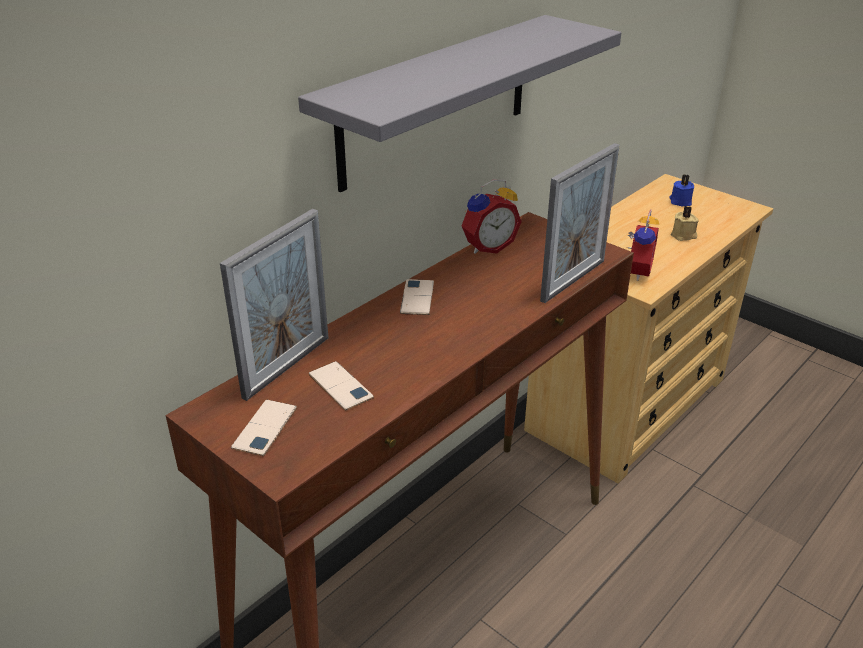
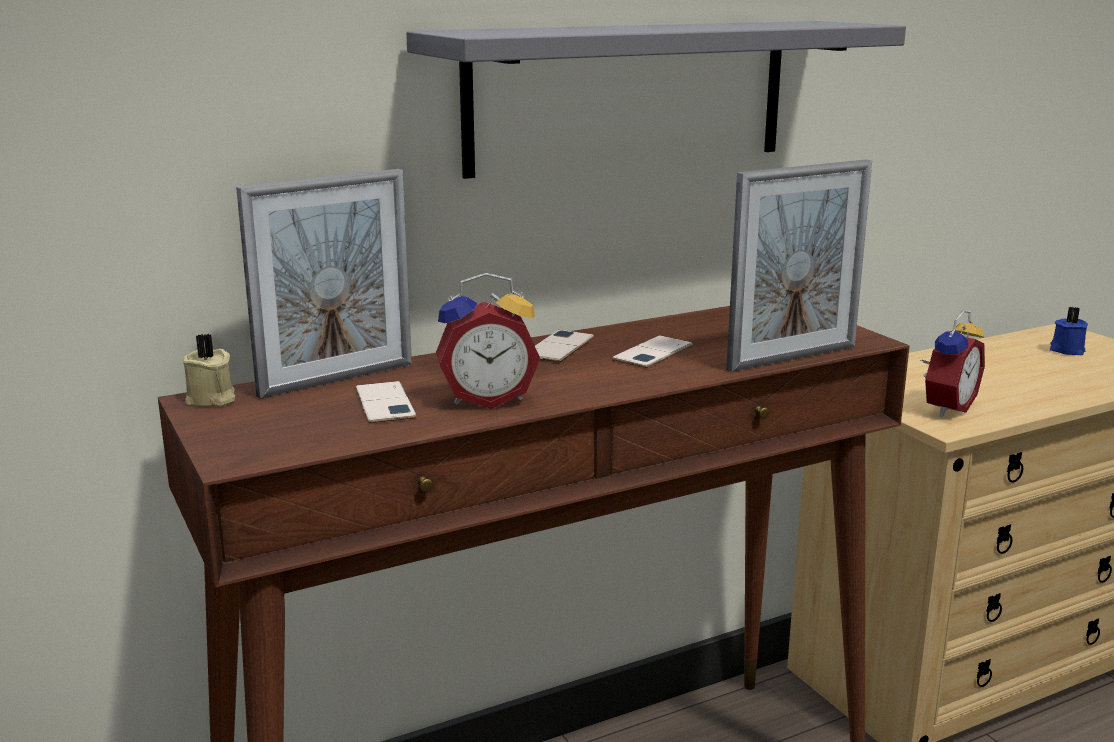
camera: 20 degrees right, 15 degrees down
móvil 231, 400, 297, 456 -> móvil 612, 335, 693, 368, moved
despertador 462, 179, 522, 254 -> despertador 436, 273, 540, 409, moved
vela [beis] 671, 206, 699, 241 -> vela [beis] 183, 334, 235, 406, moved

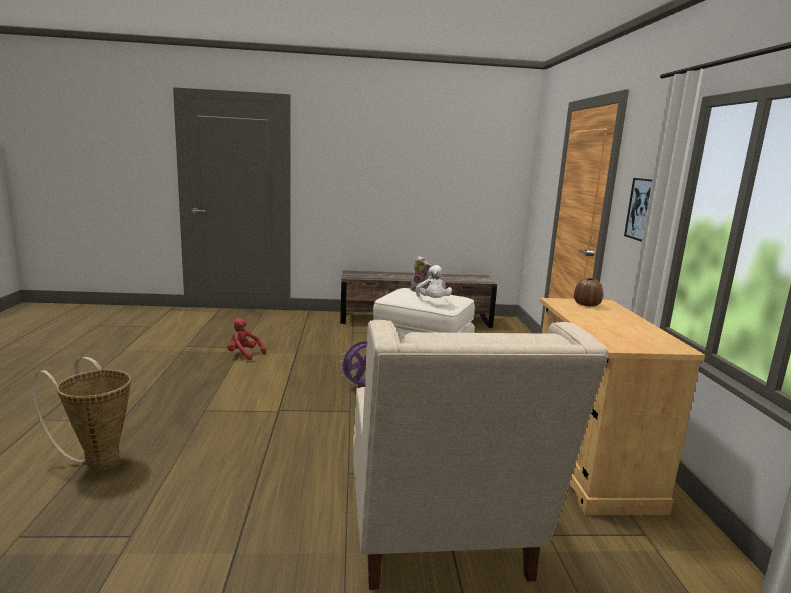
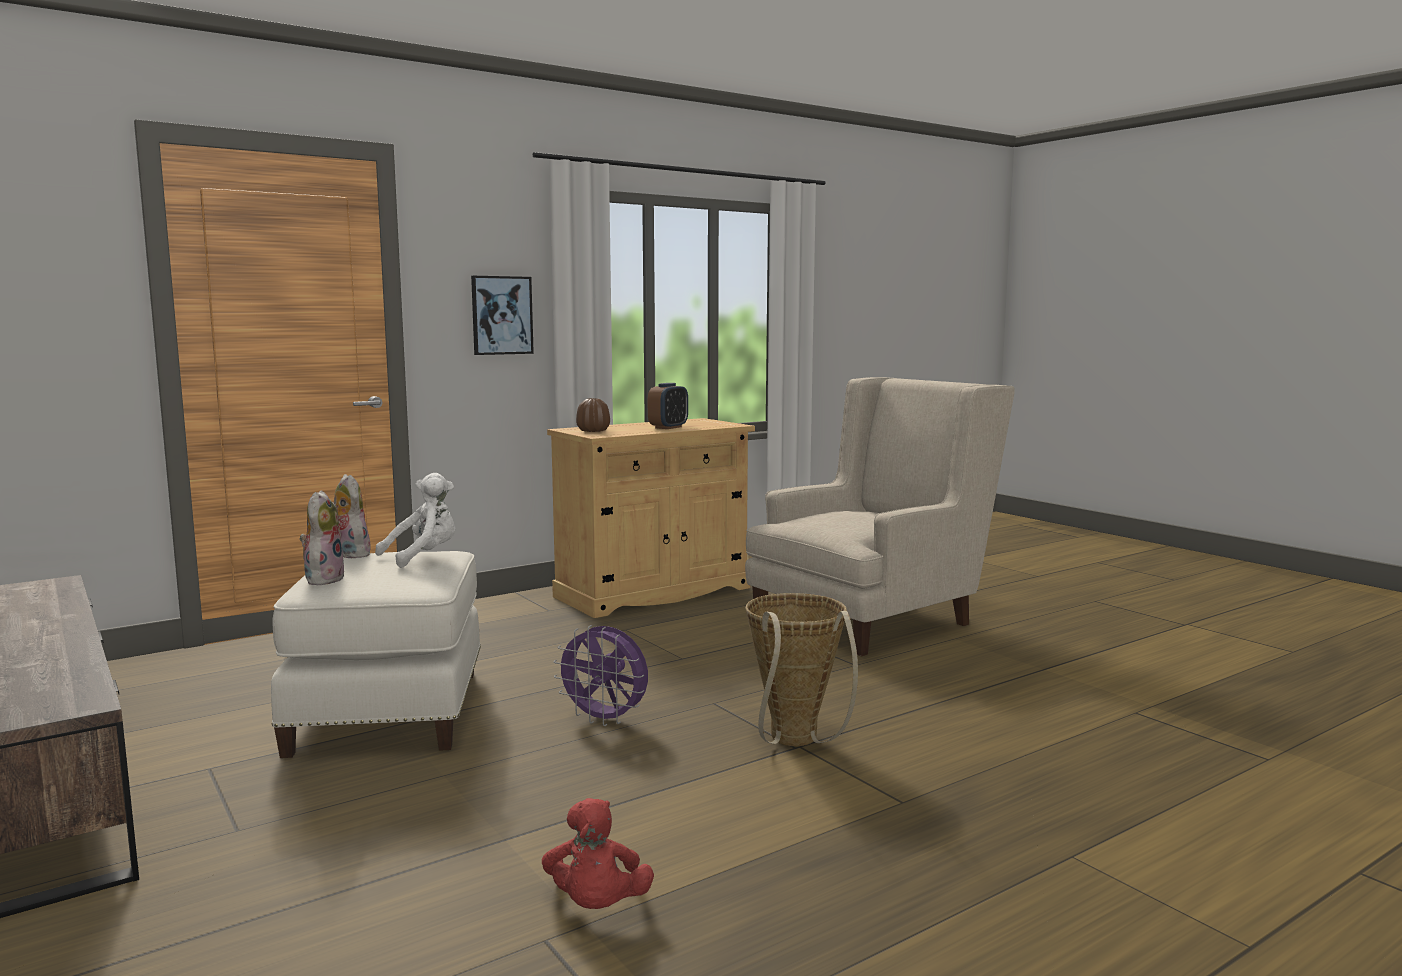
camera: 120 degrees left, 5 degrees down
cesta 32, 357, 131, 469 -> cesta 746, 593, 858, 746, moved
none -> peluche 334, 474, 371, 558
none -> despertador 648, 383, 688, 429

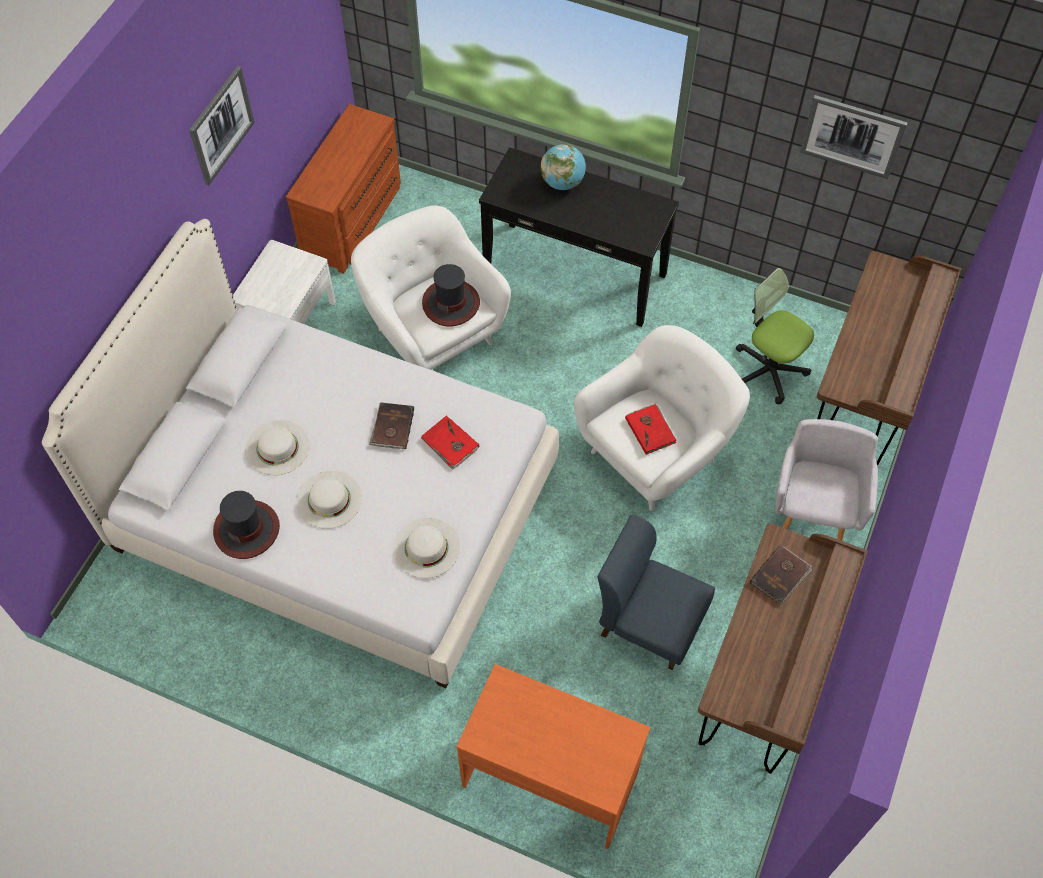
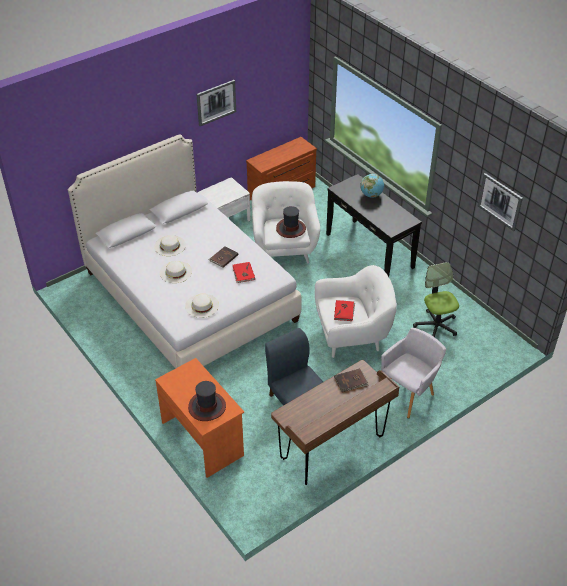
camera: 30 degrees right, 15 degrees down
sombrero 213, 491, 280, 559 -> sombrero 188, 381, 226, 421, moved
escritorio [marrón] 817, 251, 962, 466 -> none

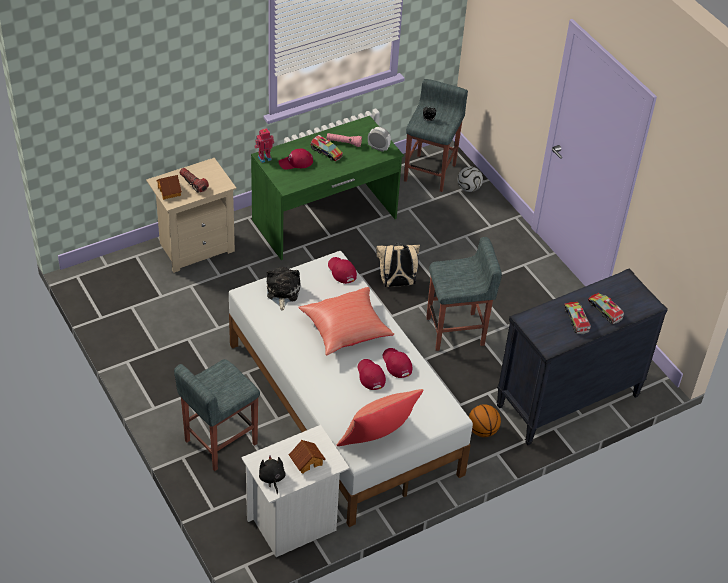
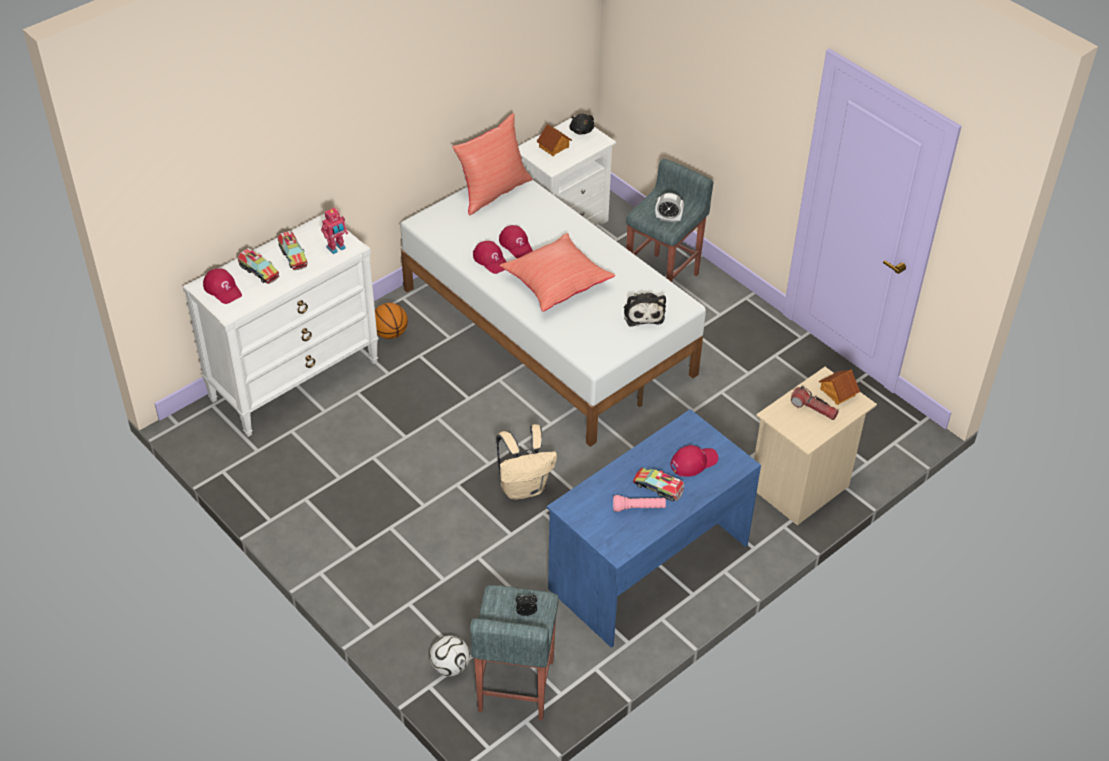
camera: 170 degrees right, 0 degrees up
escritorio [verde] 251, 116, 404, 260 -> escritorio [azul] 547, 409, 761, 648
robot de juguete 255, 128, 274, 163 -> robot de juguete 321, 208, 348, 254, moved
gorra [rojo] 328, 257, 357, 284 -> gorra [rojo] 203, 268, 242, 304, moved
despertador 368, 127, 391, 152 -> despertador 655, 193, 684, 223, moved
taburete [gris] 426, 237, 502, 351 -> none
cómoda [negro] 496, 268, 668, 445 -> cómoda [blanco] 183, 213, 379, 437

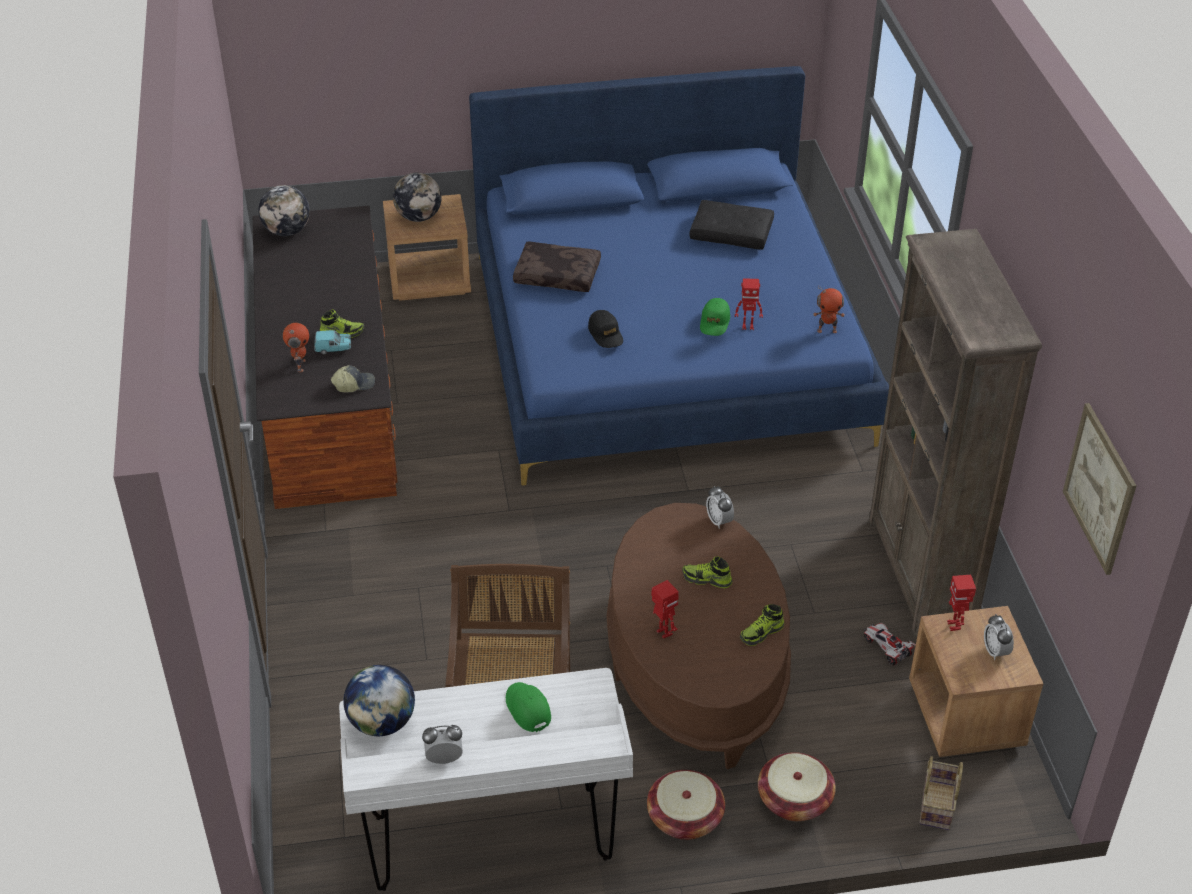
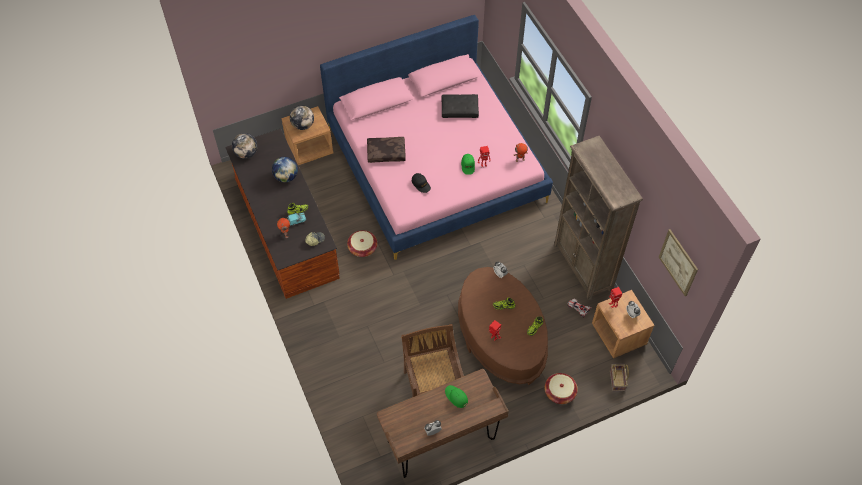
camera: 15 degrees left, 15 degrees up
escritorio [blanco] 339, 668, 633, 891 -> escritorio [marrón] 377, 369, 509, 478
globo terráqueo 343, 665, 415, 736 -> globo terráqueo 272, 157, 298, 182, moved
cama [azul] 469, 66, 889, 485 -> cama [rosa] 320, 15, 553, 260
cesta 647, 770, 725, 840 -> cesta 347, 230, 377, 257, moved

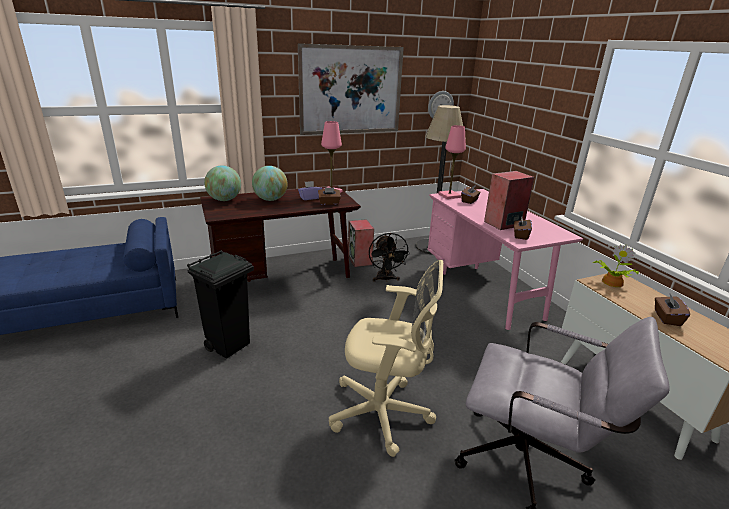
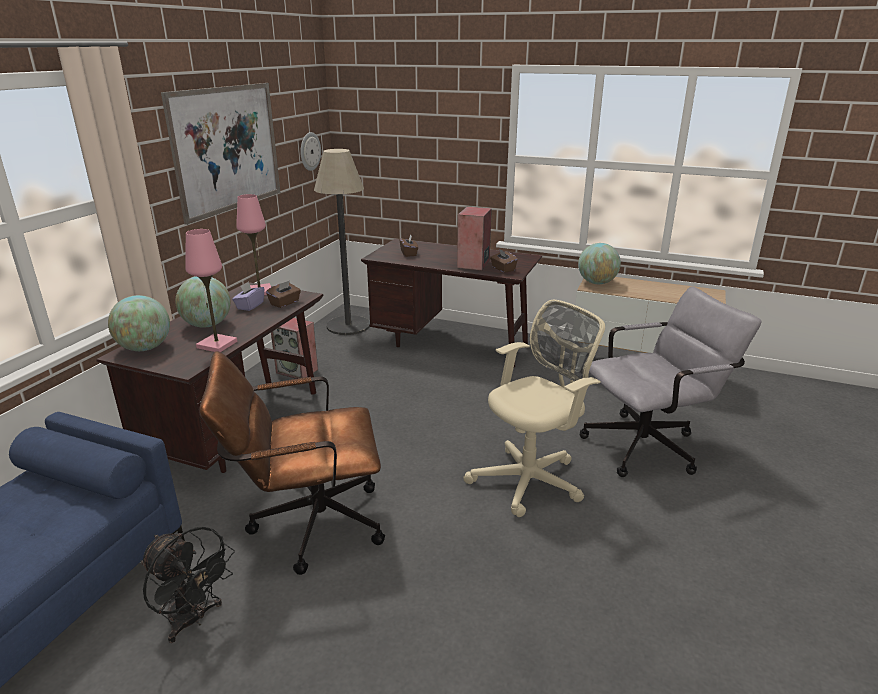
camera: 45 degrees left, 0 degrees up
papelera [negro] 187, 250, 254, 359 -> silla de oficina [marrón] 199, 351, 385, 575
ventilador [negro] 369, 233, 410, 282 -> ventilador [negro] 140, 527, 235, 643, moved
escritorio [rosa] 428, 189, 583, 330 -> escritorio [marrón] 361, 239, 542, 367
lámpara de mesa [rosa] 438, 125, 466, 199 -> lámpara de mesa [rosa] 185, 229, 237, 352, moved
planta en maceta 593, 245, 639, 287 -> globo terráqueo 578, 243, 621, 284
caja de pañuelos [marrón] 655, 294, 690, 326 -> none

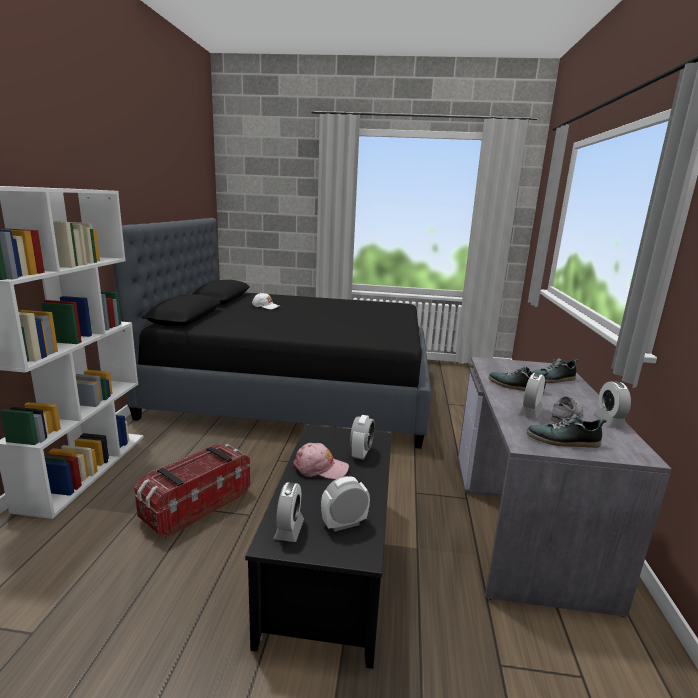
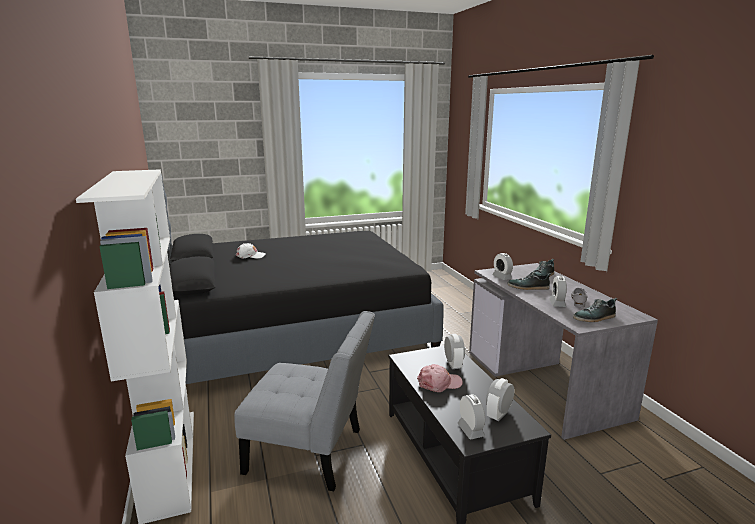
camera: 25 degrees left, 0 degrees up
caja de almacenaje 134, 444, 250, 538 -> silla [gris] 234, 311, 375, 491
despertador 594, 381, 631, 427 -> despertador 493, 253, 513, 280, moved

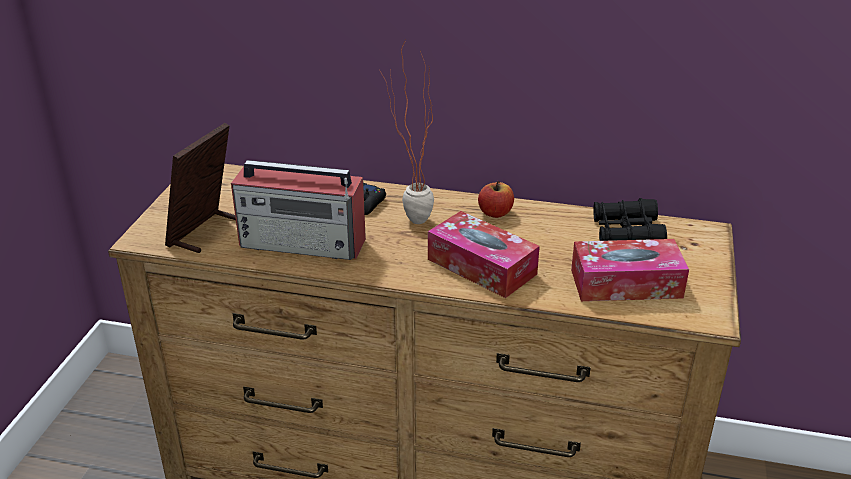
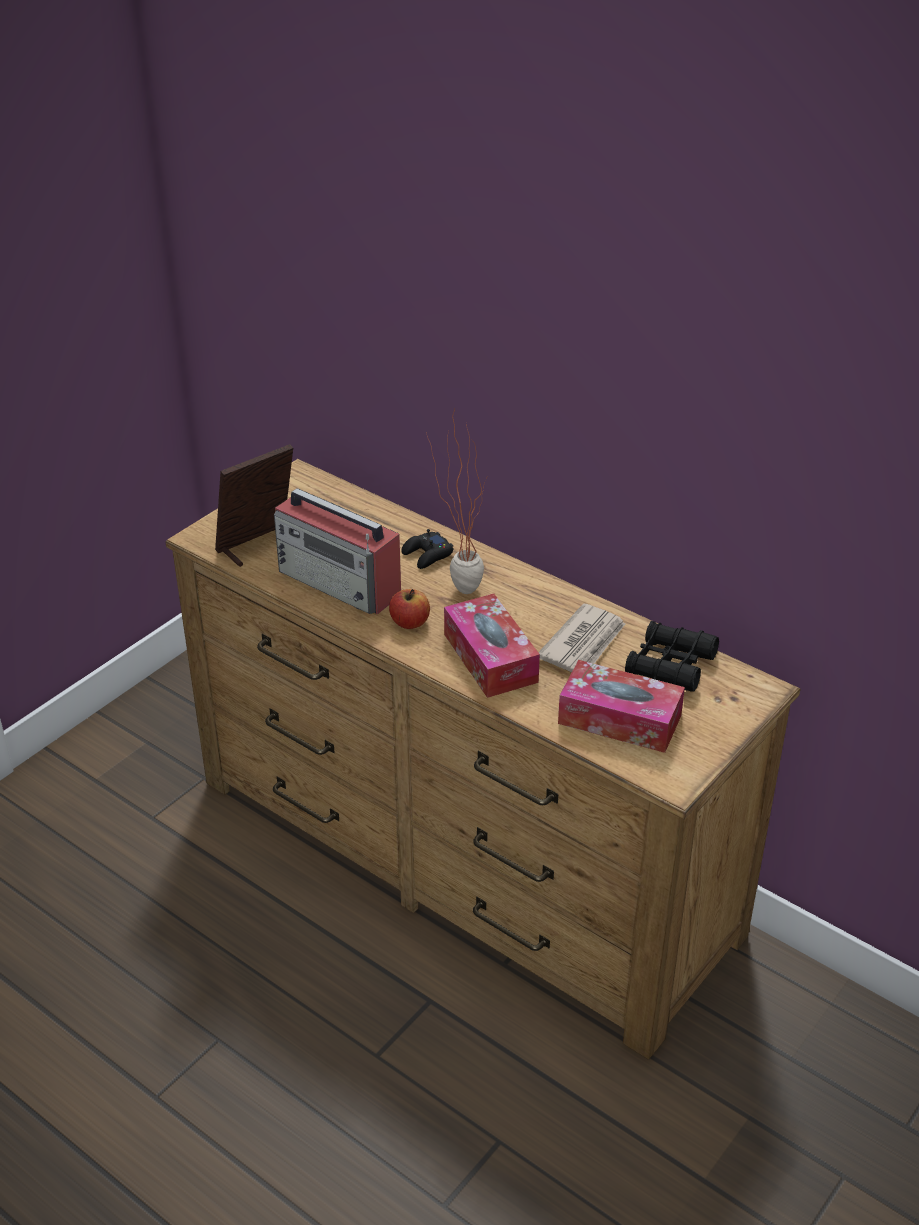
camera: 25 degrees right, 5 degrees up
manzana 478, 181, 514, 218 -> manzana 389, 589, 430, 629, moved
none -> periódico 538, 603, 625, 672

